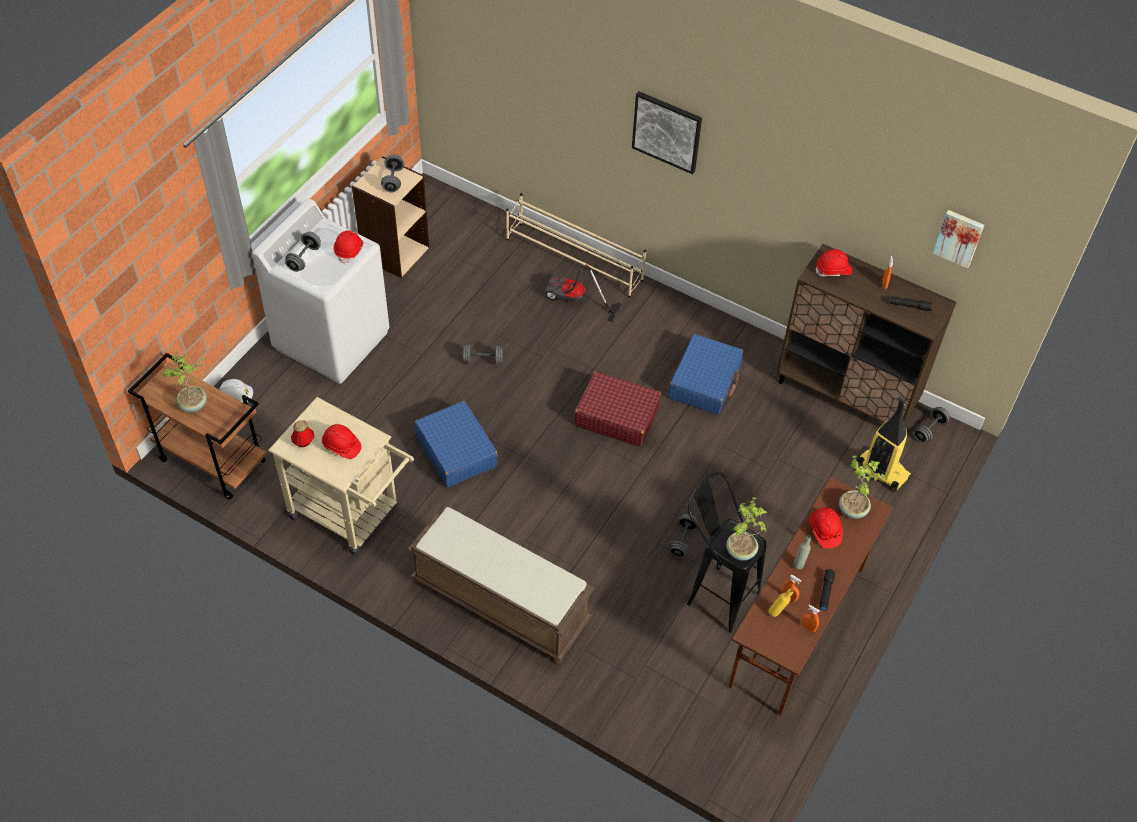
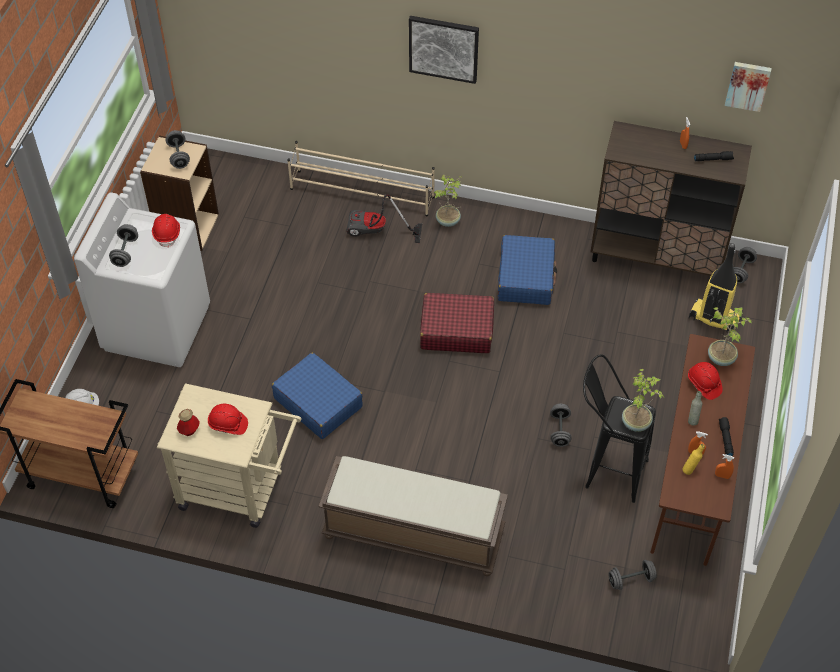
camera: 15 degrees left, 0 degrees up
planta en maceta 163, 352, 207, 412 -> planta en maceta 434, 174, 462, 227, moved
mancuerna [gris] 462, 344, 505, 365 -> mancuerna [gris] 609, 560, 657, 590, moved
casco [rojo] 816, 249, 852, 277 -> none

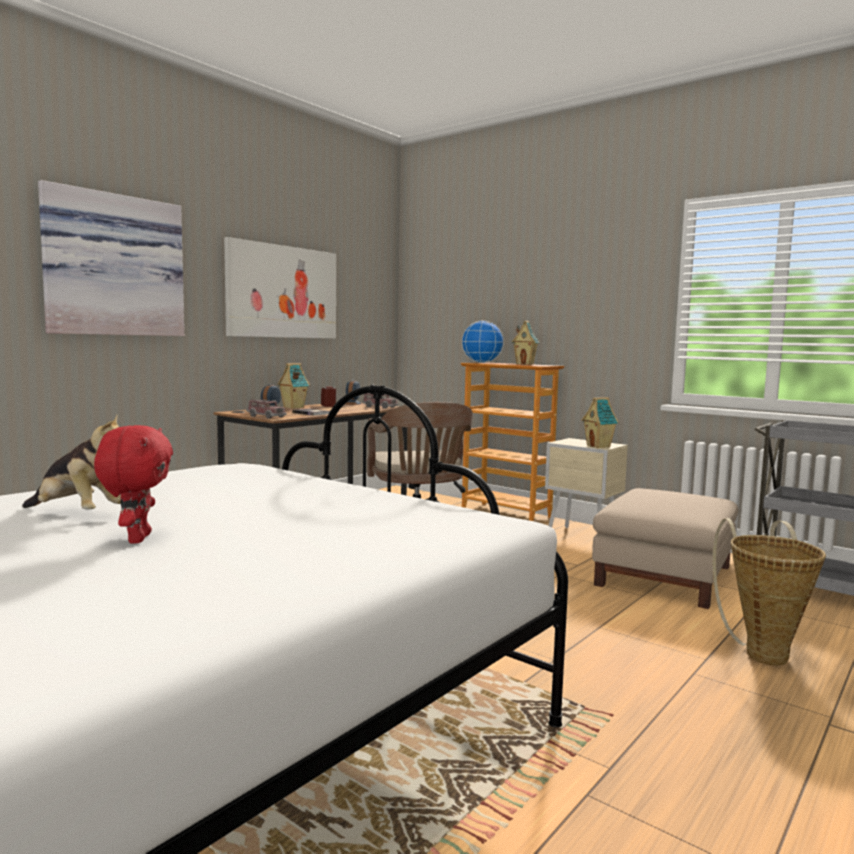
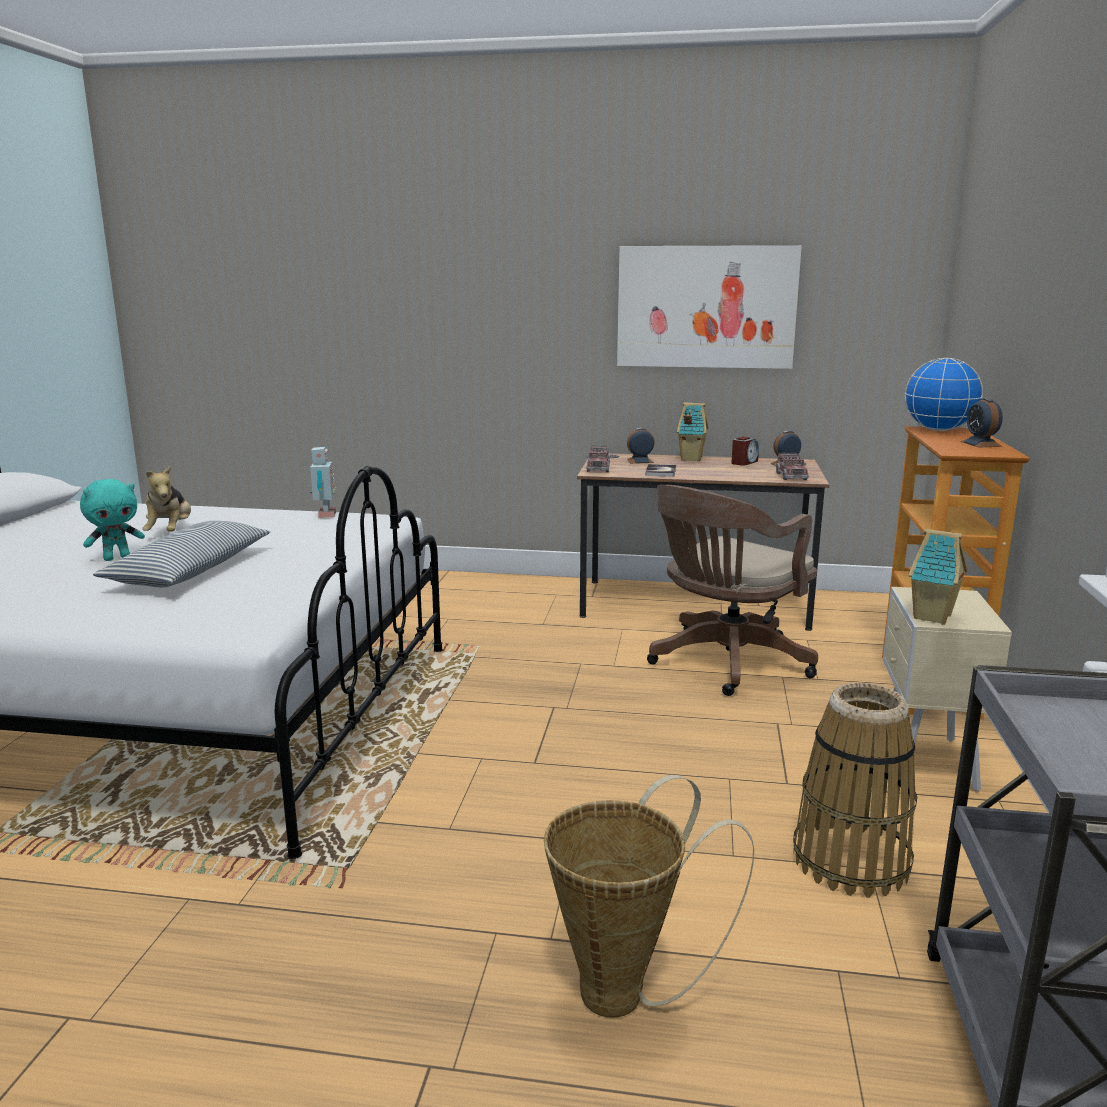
camera: 60 degrees right, 10 degrees up
cuadro 38, 180, 184, 336 -> none
peluche [rojo] 94, 425, 173, 543 -> peluche [turquesa] 80, 479, 145, 561
casita 511, 320, 540, 365 -> despertador 960, 398, 1003, 448
puf [beis] 592, 488, 738, 609 -> cesta 793, 683, 917, 898
none -> cojín 93, 521, 270, 588
none -> robot de juguete 310, 447, 336, 518

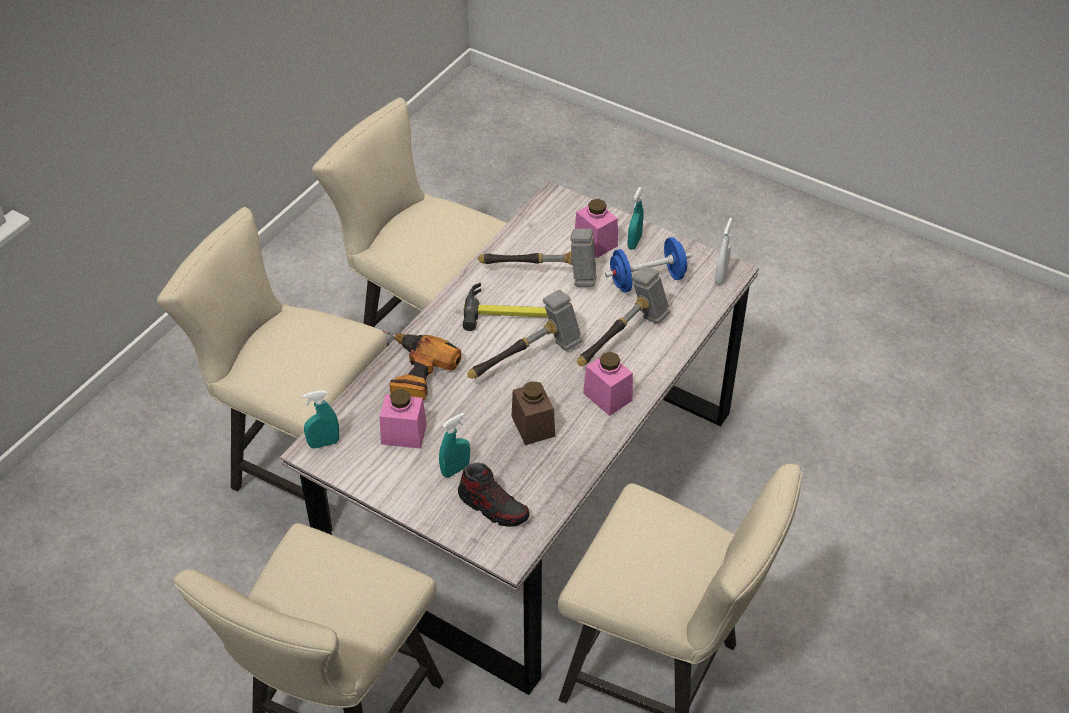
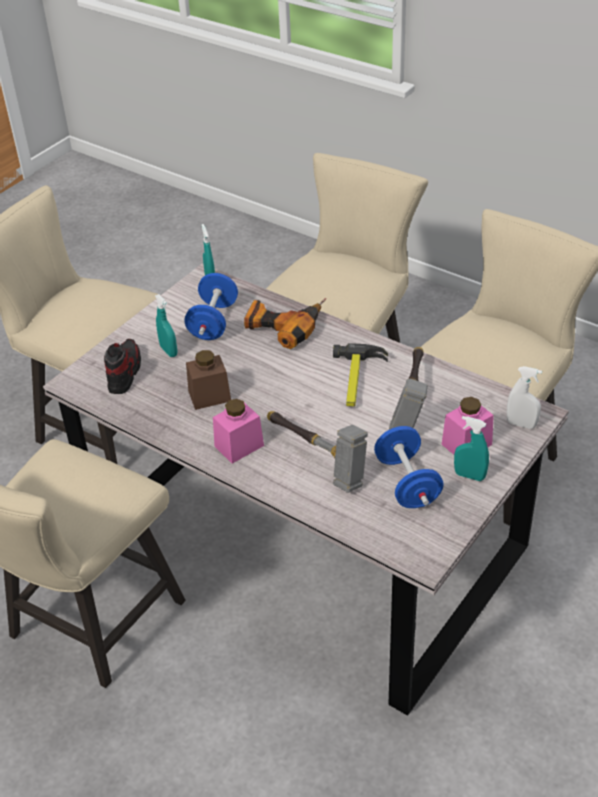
camera: 95 degrees right, 5 degrees down
tarro [rosa] 380, 389, 427, 449 -> mancuerna [azul] 185, 273, 238, 340
zapato 458, 462, 529, 527 -> zapato 104, 339, 141, 394, 150 degrees clockwise
martillo 467, 290, 583, 379 -> none
pulverizador [blanco] 715, 218, 732, 285 -> pulverizador [blanco] 507, 366, 542, 429, moved

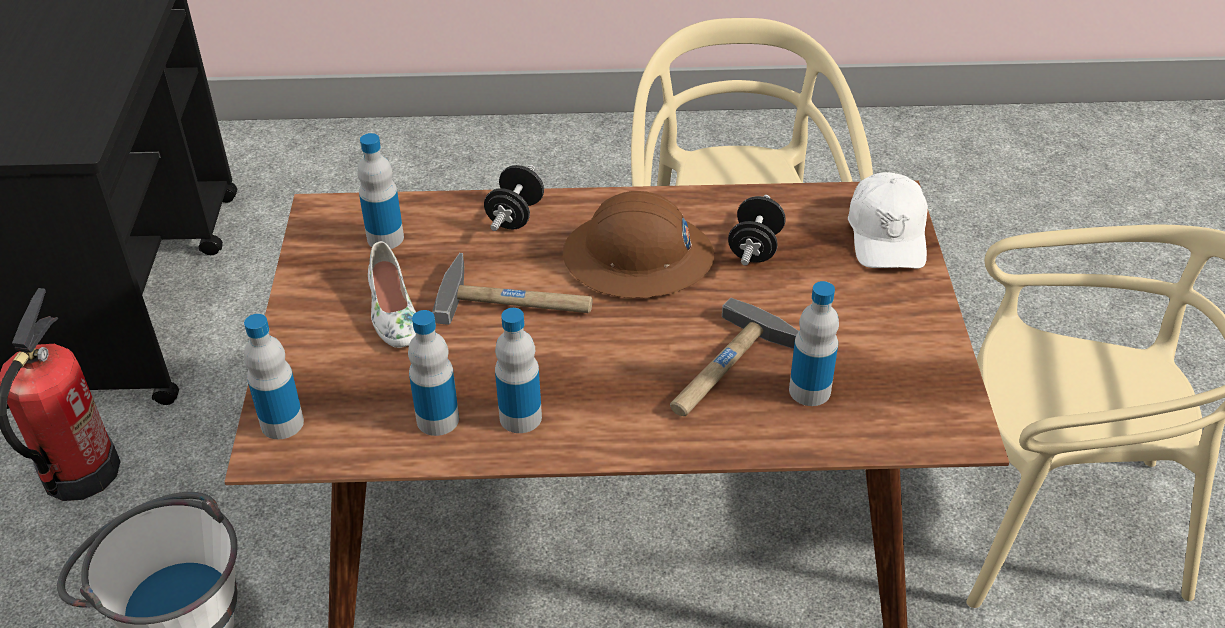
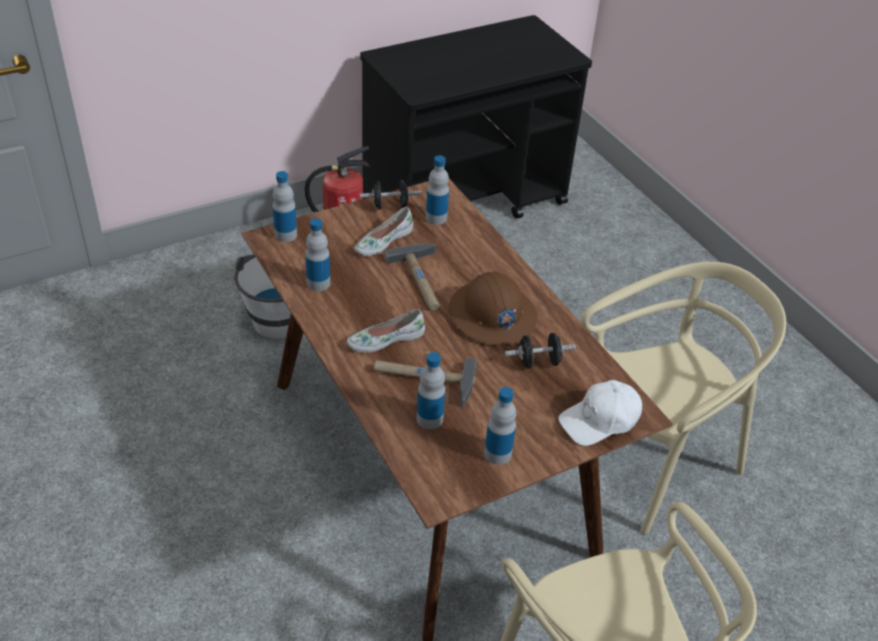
camera: 60 degrees right, 0 degrees up
mancuerna [negro] 484, 165, 544, 231 -> mancuerna [negro] 360, 180, 421, 209, moved
botella 495, 308, 542, 433 -> botella 484, 387, 516, 465, moved
none -> zapato [blanco] 347, 309, 425, 353

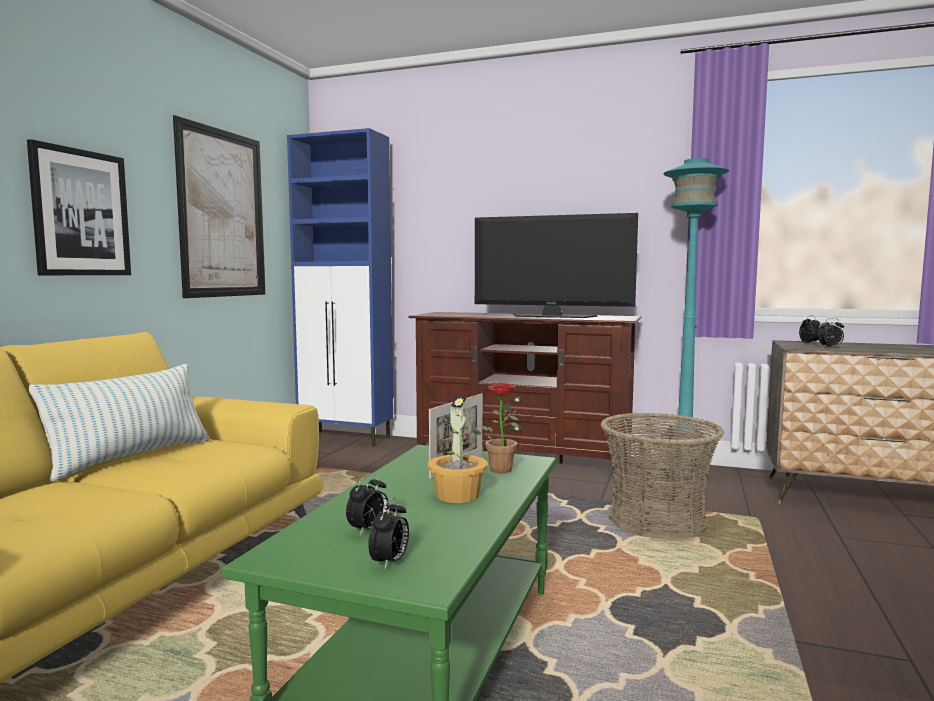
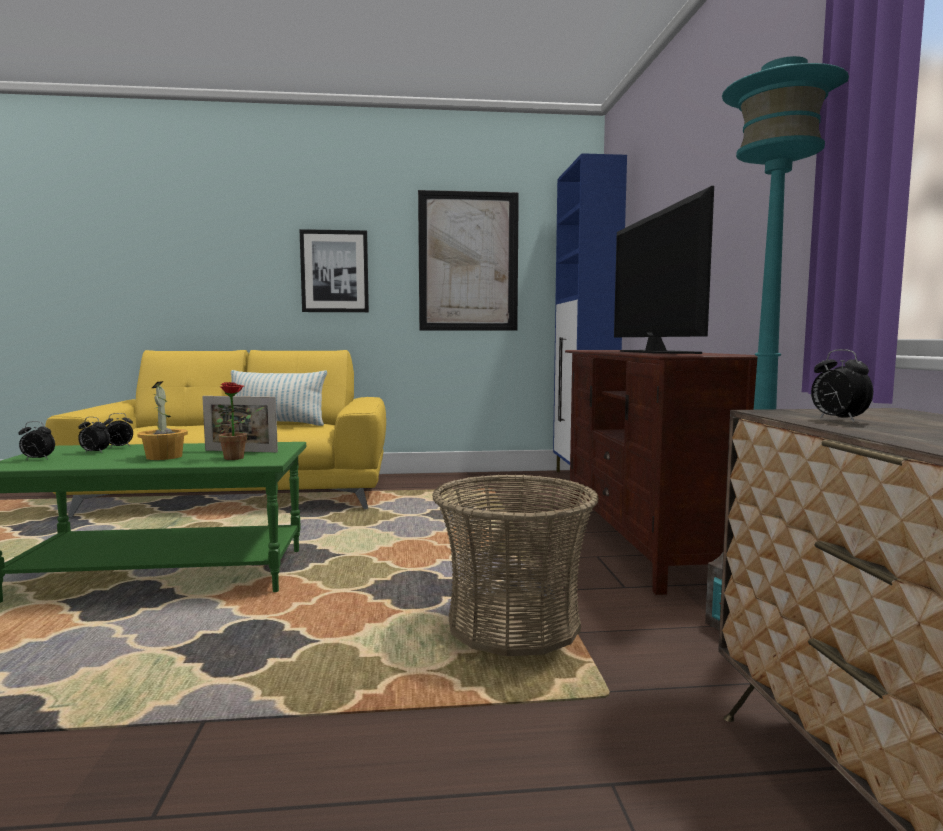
camera: 65 degrees right, 0 degrees up
despertador 799, 315, 820, 344 -> despertador 104, 413, 133, 448, moved

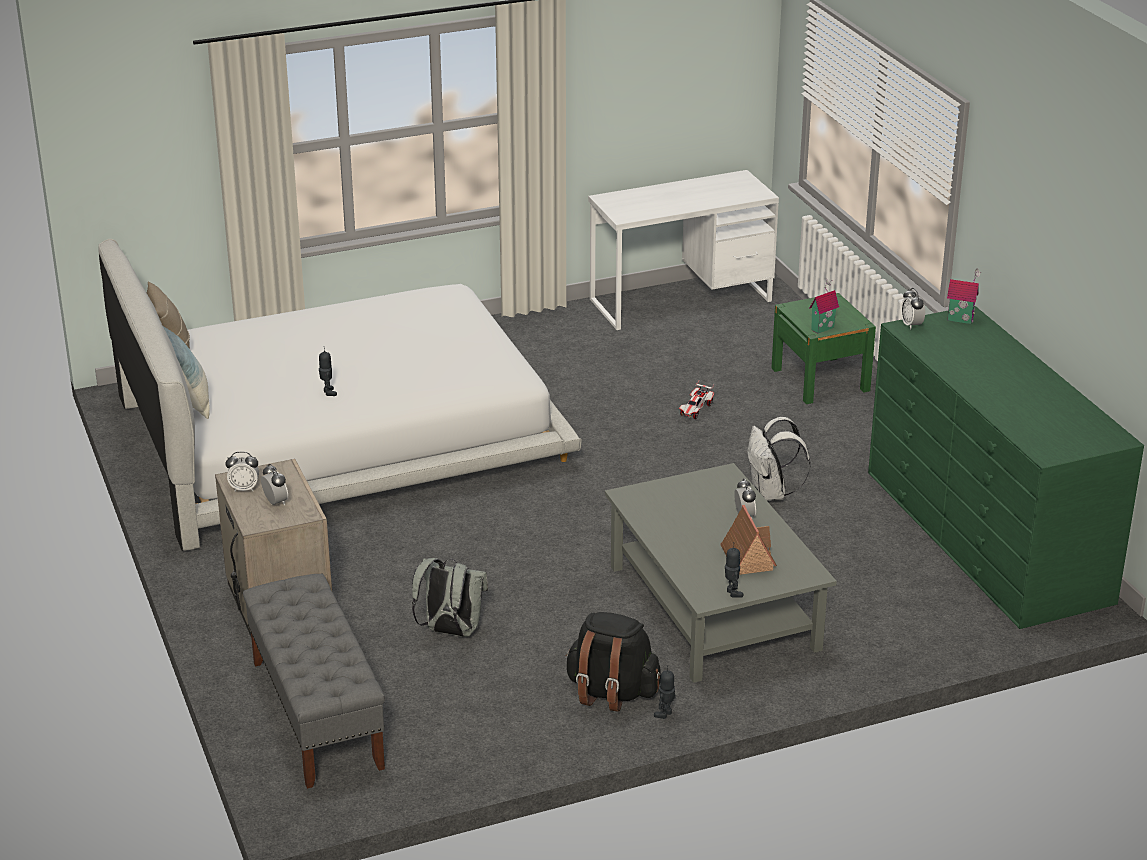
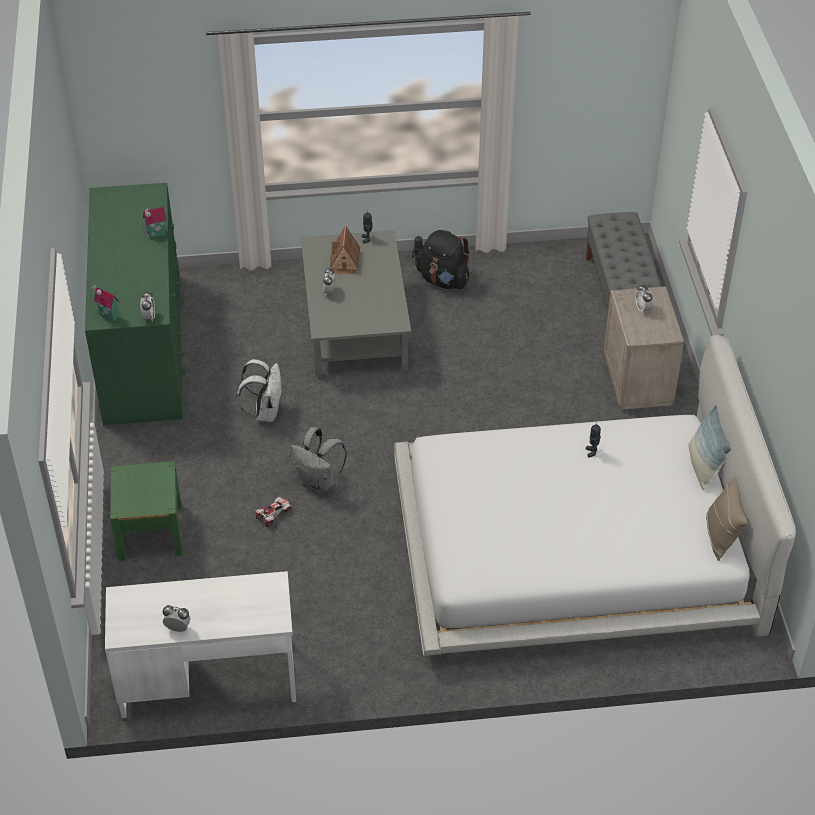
camera: 165 degrees left, 15 degrees up
despertador 226, 451, 259, 492 -> despertador 163, 605, 191, 632, moved
mochila [gris] 412, 558, 488, 637 -> mochila [gris] 290, 427, 347, 493, moved
casita 809, 279, 839, 334 -> casita 143, 207, 167, 238, moved

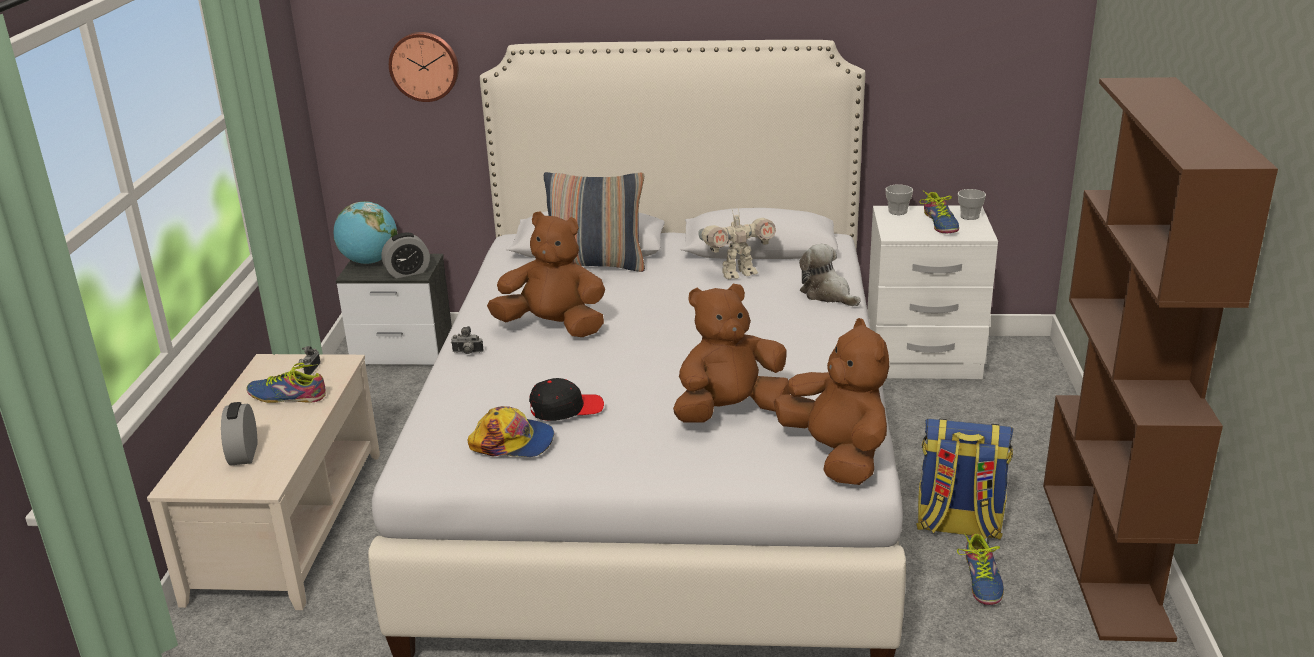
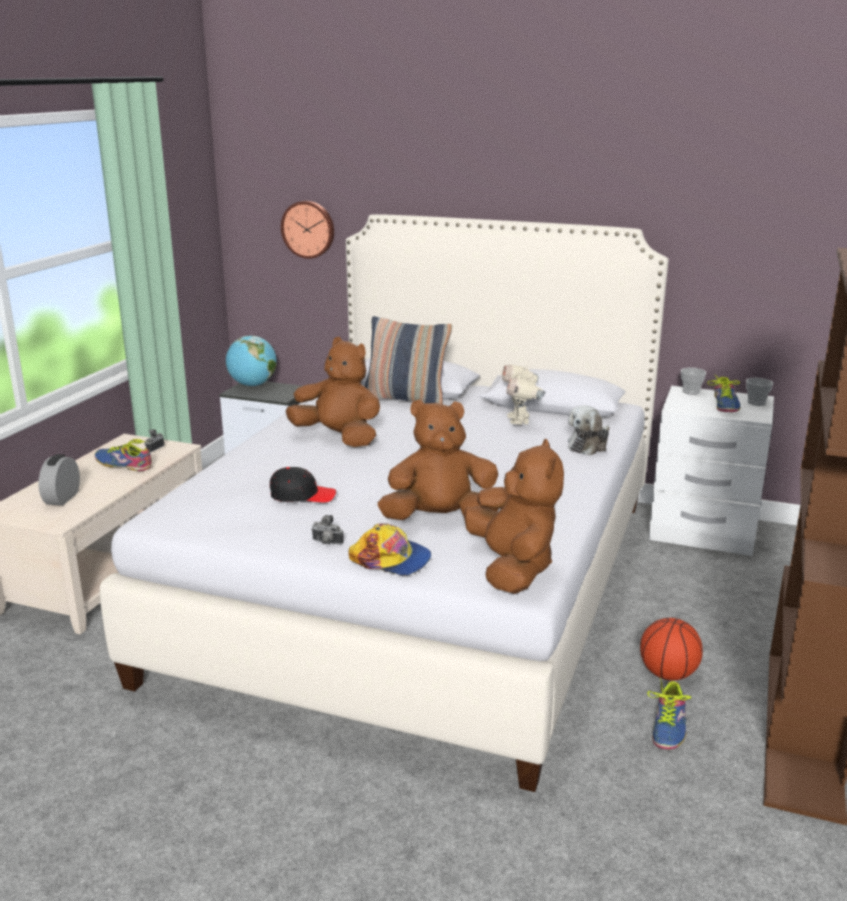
camera: 15 degrees right, 5 degrees down
despertador 381, 233, 430, 278 -> none
cámara 451, 326, 483, 354 -> cámara 311, 515, 344, 545, moved
gorra 467, 406, 554, 457 -> gorra 348, 523, 431, 575, moved
robot de juguete 698, 210, 776, 279 -> robot de juguete 502, 362, 545, 425, 90 degrees clockwise
peluche 799, 244, 861, 306 -> peluche 568, 405, 610, 456, 120 degrees counterclockwise
mochila 916, 419, 1013, 539 -> balón de baloncesto 640, 618, 703, 680

